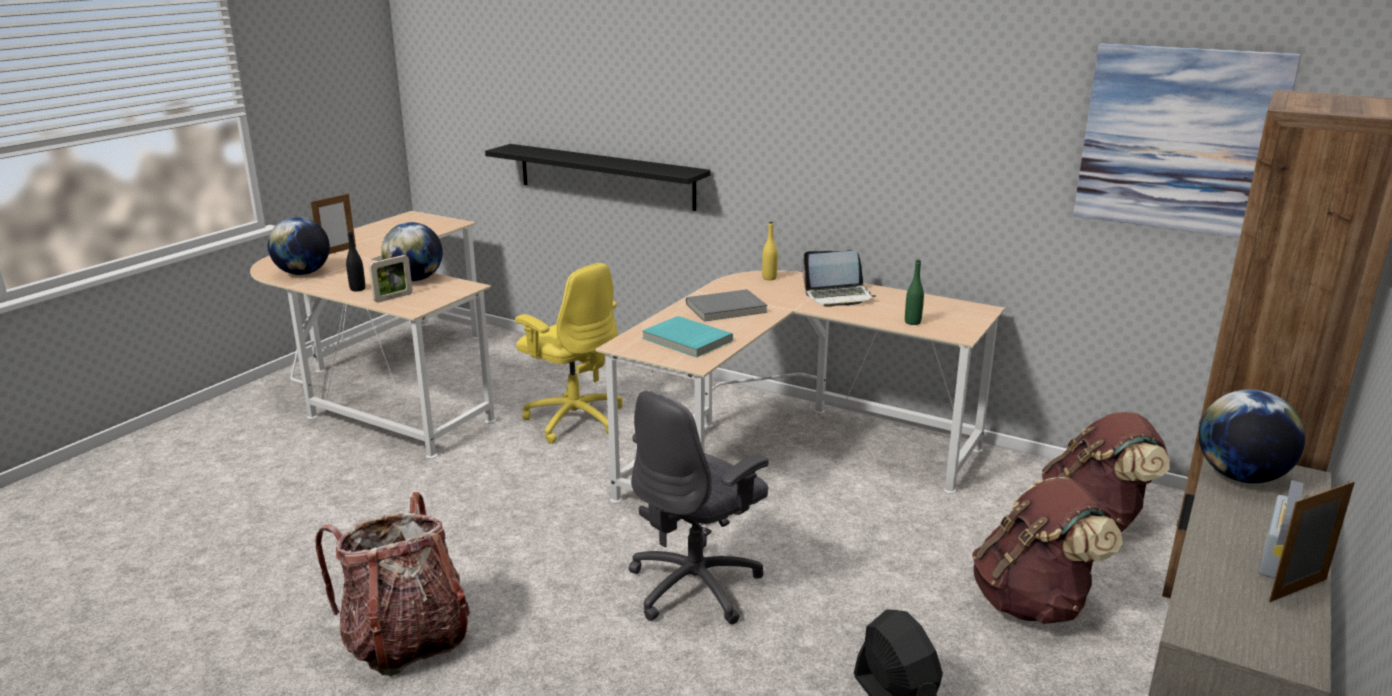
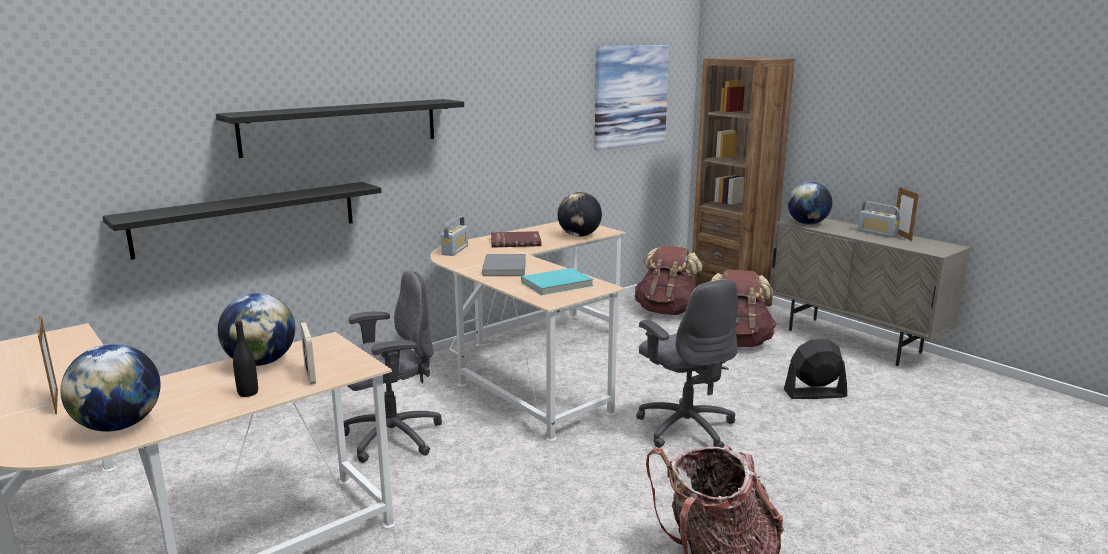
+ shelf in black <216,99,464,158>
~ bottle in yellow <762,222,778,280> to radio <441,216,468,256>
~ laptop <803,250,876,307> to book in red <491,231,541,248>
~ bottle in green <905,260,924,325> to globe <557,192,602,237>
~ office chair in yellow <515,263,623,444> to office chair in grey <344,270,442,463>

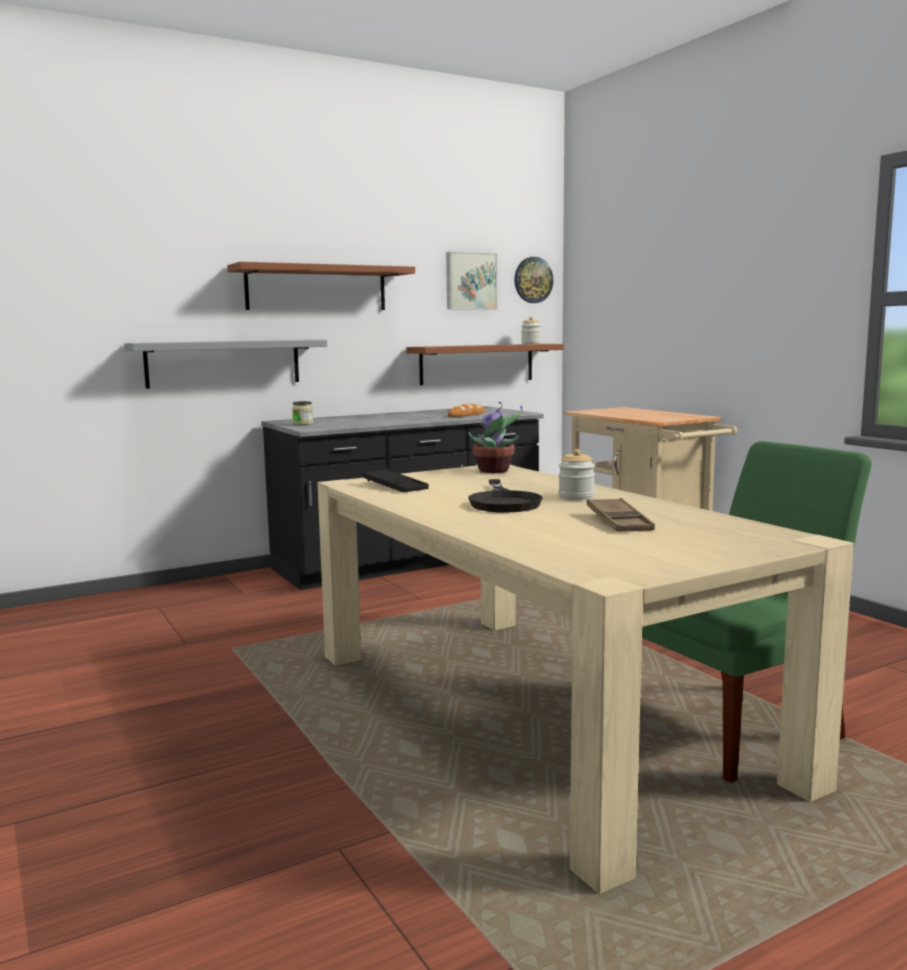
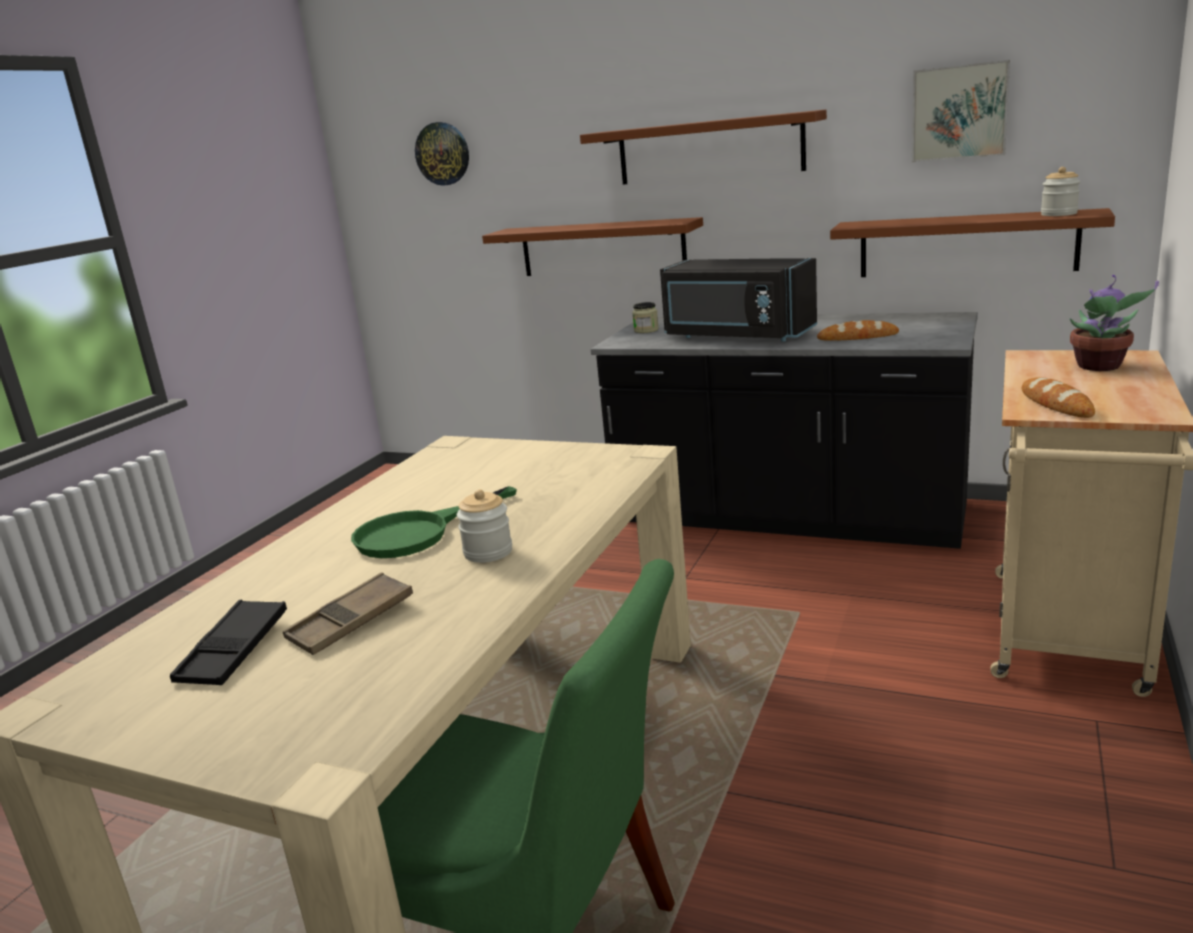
+ microwave in black <660,258,817,342>
+ bread <1022,377,1095,418>
~ tray in black <362,469,429,492> to <170,600,287,685>
~ potted plant <468,402,523,473> to <1070,275,1159,371>
~ wall clock <514,257,554,303> to <415,122,469,186>
~ shelf in grey <124,340,327,389> to shelf in brown <482,217,703,276>
~ frying pan in black <468,479,543,512> to frying pan in green <351,486,517,558>

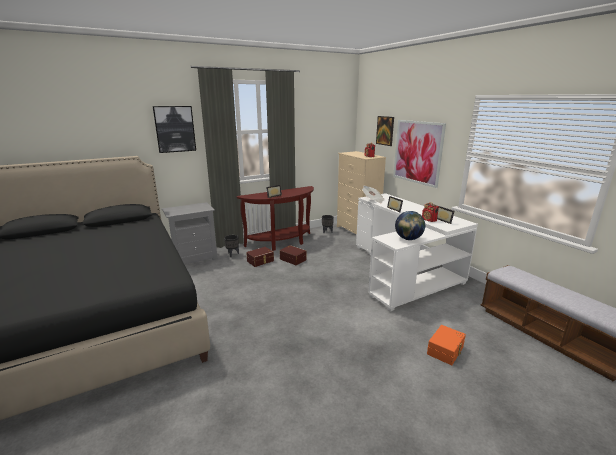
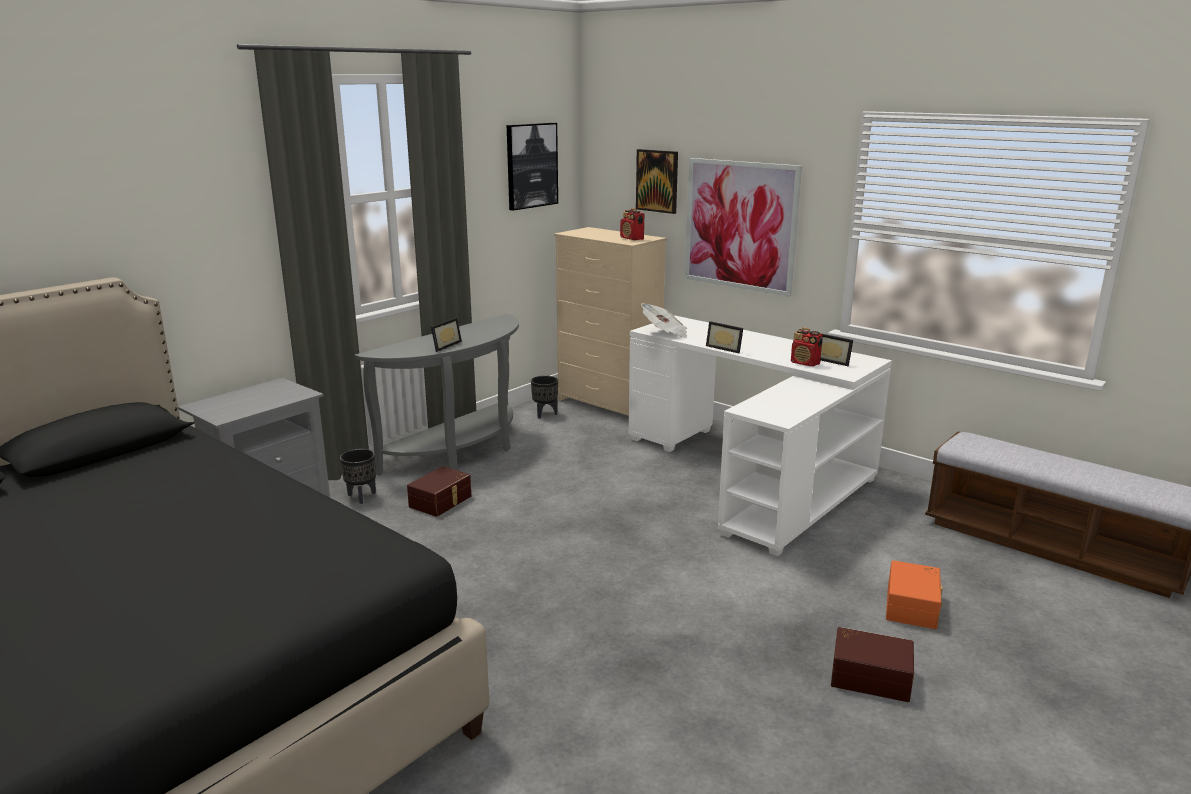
- globe <395,211,425,240>
~ picture <153,106,196,153> to <507,123,558,211>
~ storage box in brown <280,245,306,265> to <831,627,914,702>
~ console table in brown <237,186,314,251> to console table in grey <354,314,519,476>

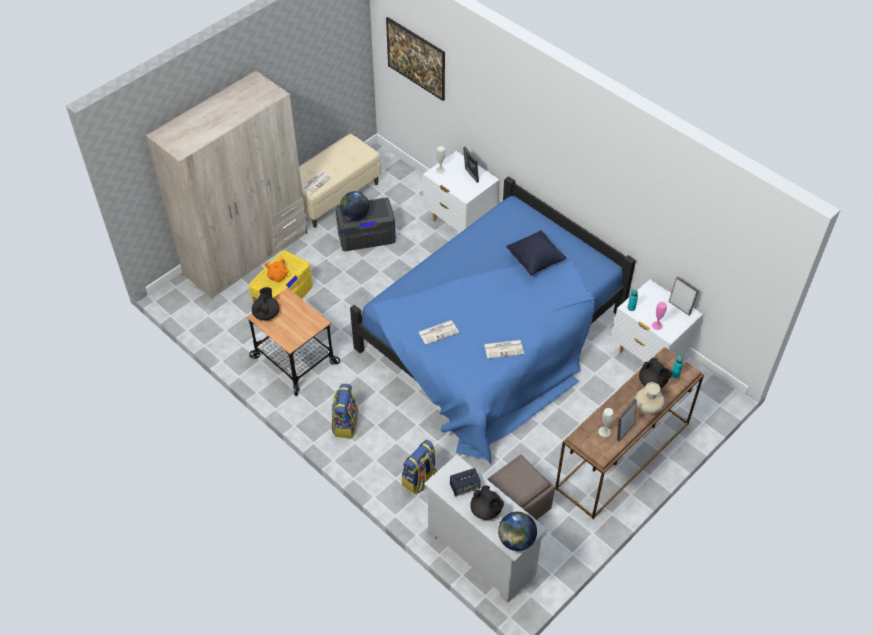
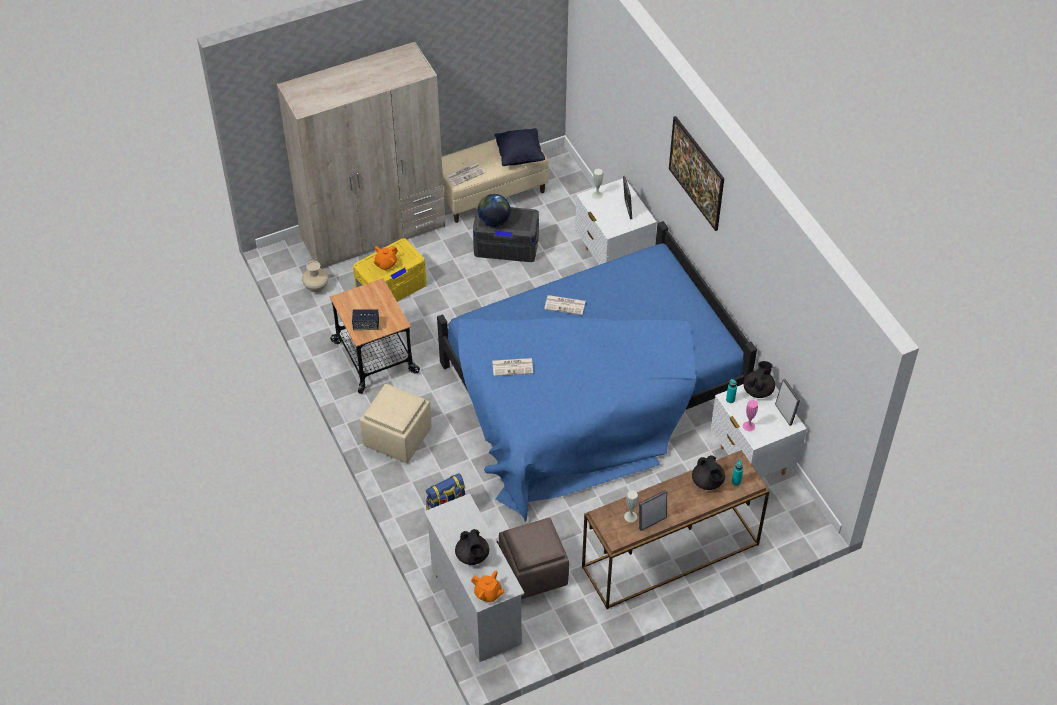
~ teapot in black <252,287,279,321> to <744,361,775,398>
~ picture <386,17,445,101> to <669,116,724,231>
~ speaker <450,468,481,496> to <352,309,379,330>
~ newspaper <484,340,524,359> to <544,295,585,315>
~ pillow in black <506,230,566,276> to <495,128,545,166>
~ vase in beige <635,382,665,415> to <302,261,329,293>
~ backpack <332,384,358,438> to ottoman in beige <360,383,431,463>
~ globe <498,512,537,551> to teapot in orange <471,571,505,603>

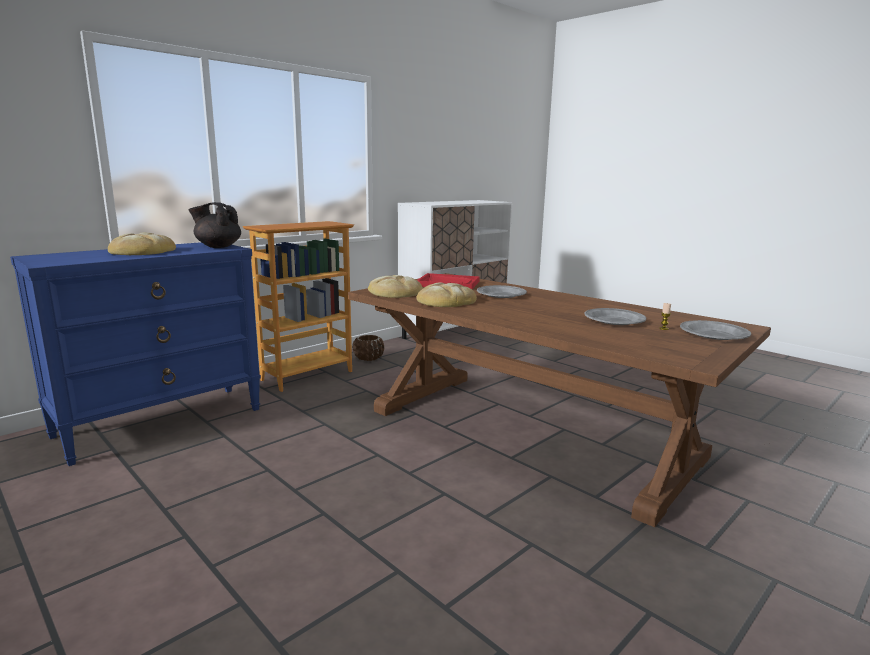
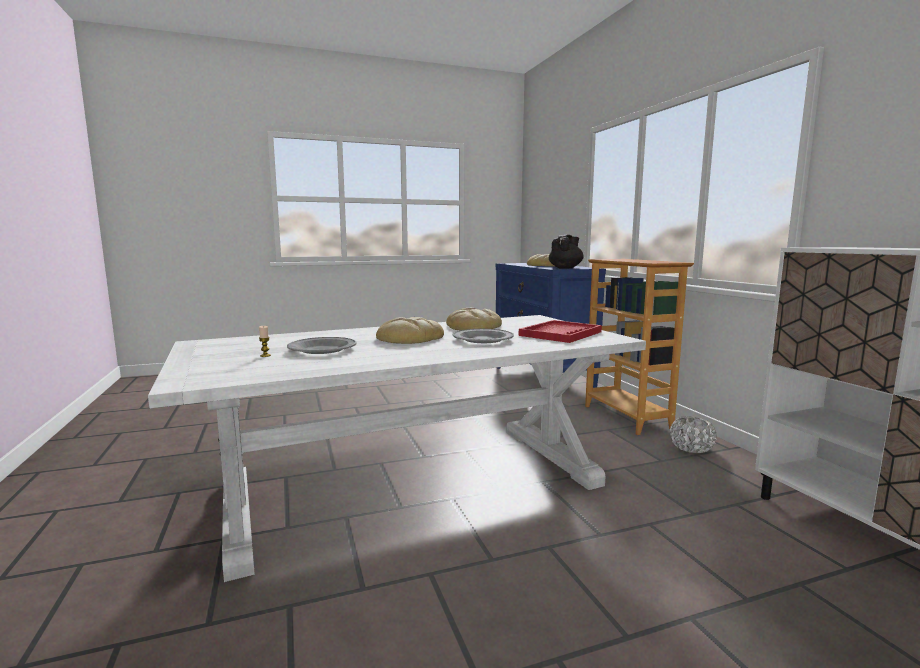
- plate in grey <680,320,751,340>
~ bread <368,275,423,298> to <376,317,444,344>
~ dining table in brown <348,273,771,527> to dining table in white <148,315,646,582>
~ planter in brown <352,335,385,361> to planter in white <670,417,717,453>

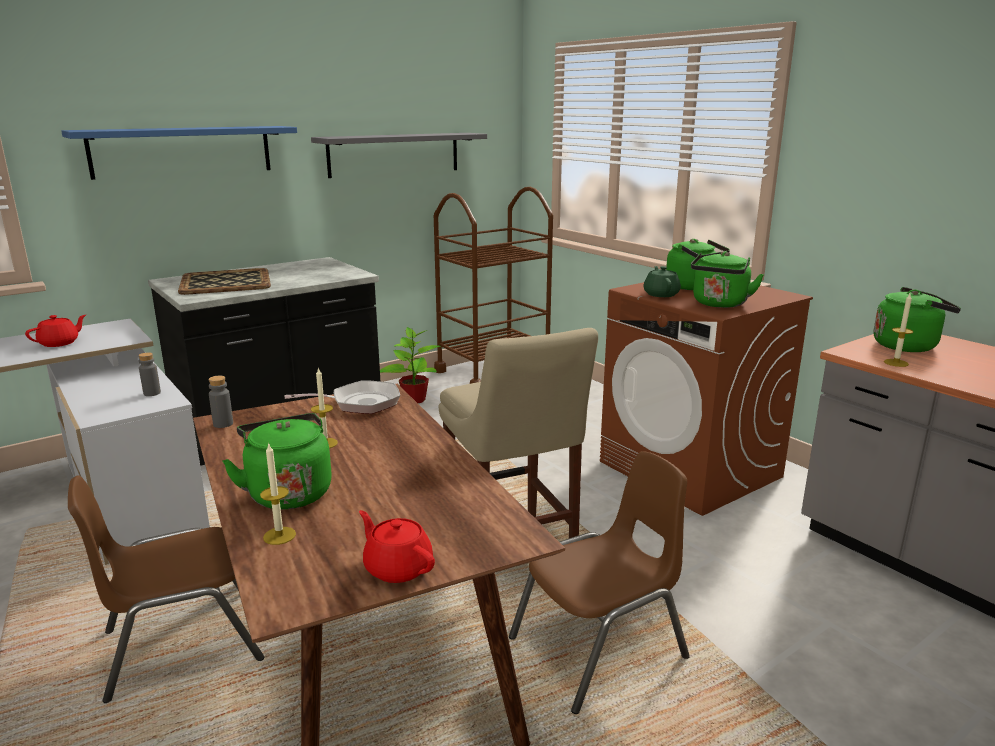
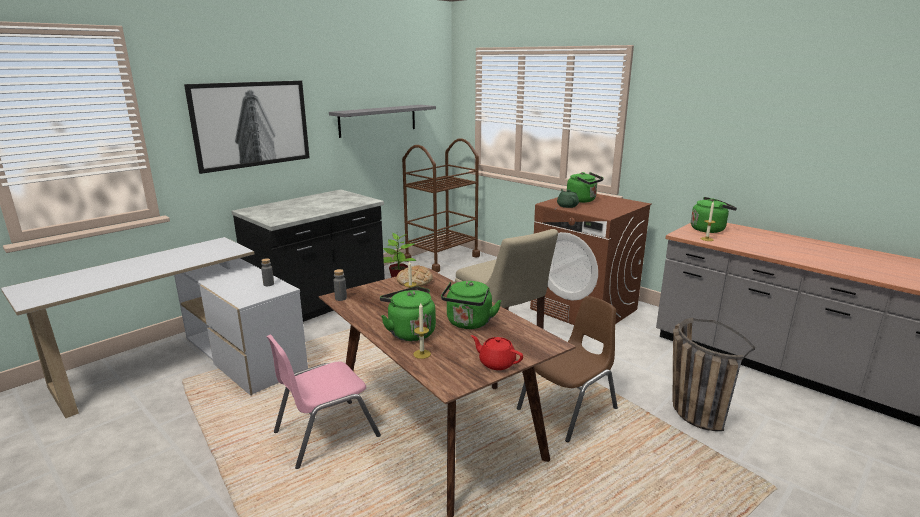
- teapot in red <25,315,86,347>
- tray <178,268,271,295>
+ basket <672,318,755,431>
~ kettle in green <691,251,764,308> to <441,281,501,329>
~ shelf in blue <61,126,297,180> to picture <184,81,310,174>
~ frying pan <284,380,400,414> to bread <397,265,433,287>
~ chair in brown <68,475,264,703> to chair in pink <267,334,381,469>

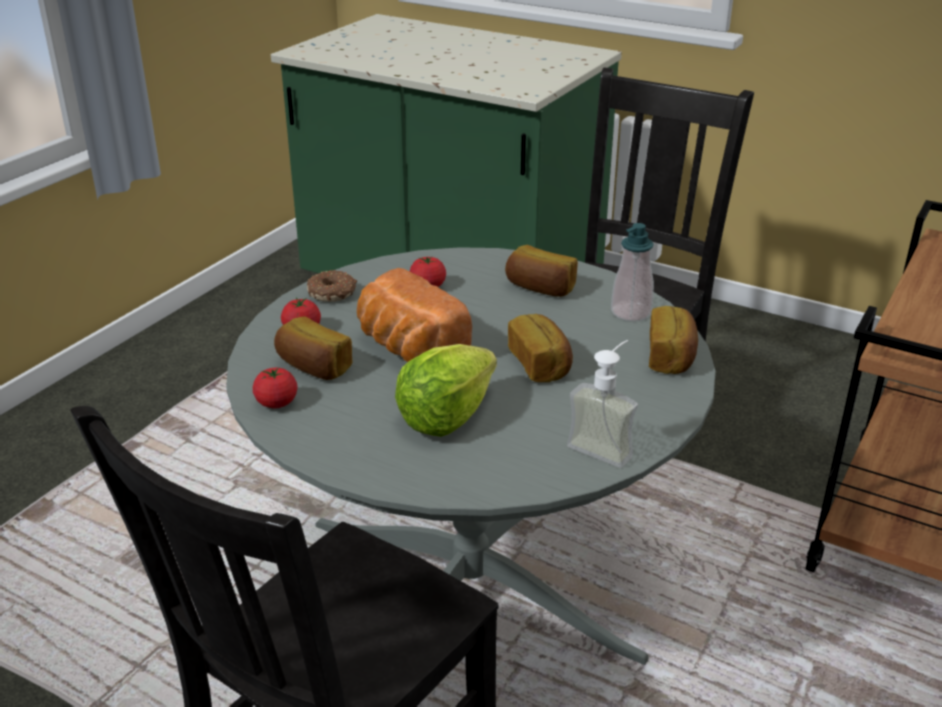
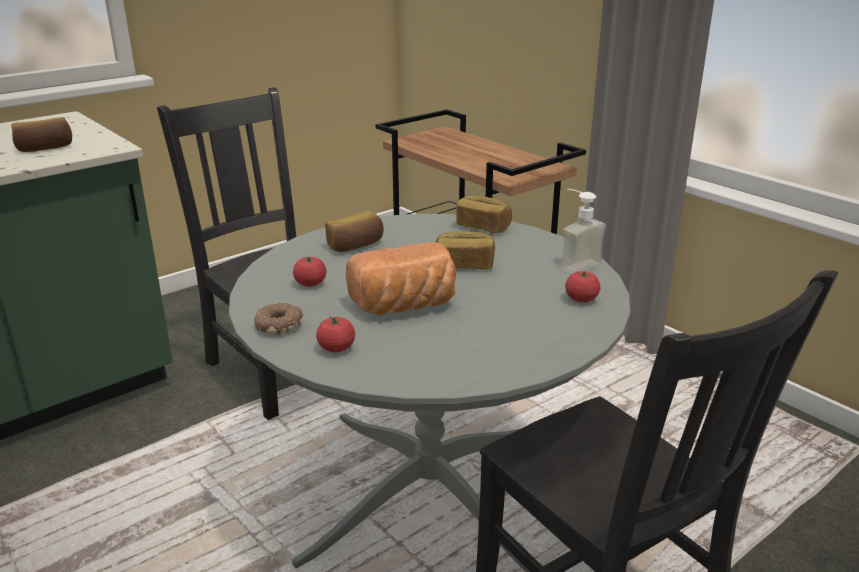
- lettuce <395,344,497,437>
- soap dispenser <611,223,654,322>
~ tomato <253,368,298,408> to <565,271,600,303>
~ bread <274,316,353,380> to <11,117,72,152>

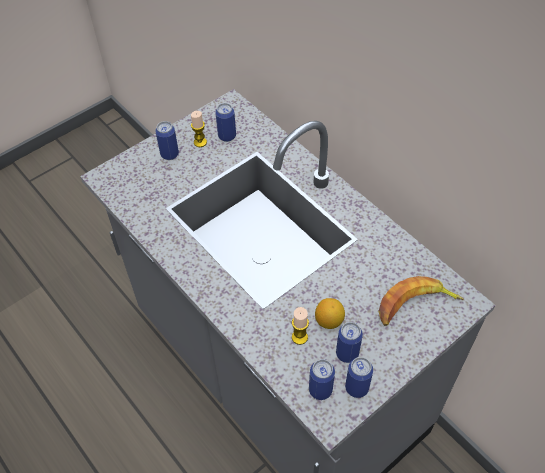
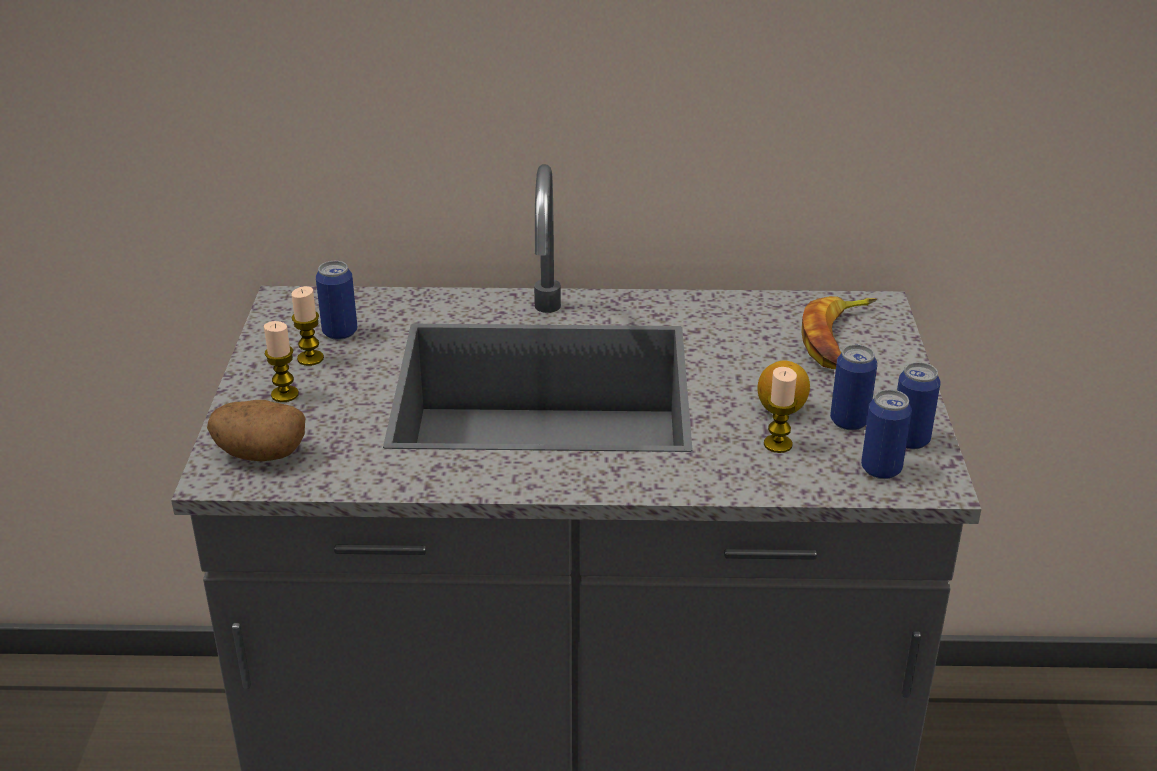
+ potato <207,400,305,461>
~ can <155,121,179,160> to candle <264,321,299,402>

